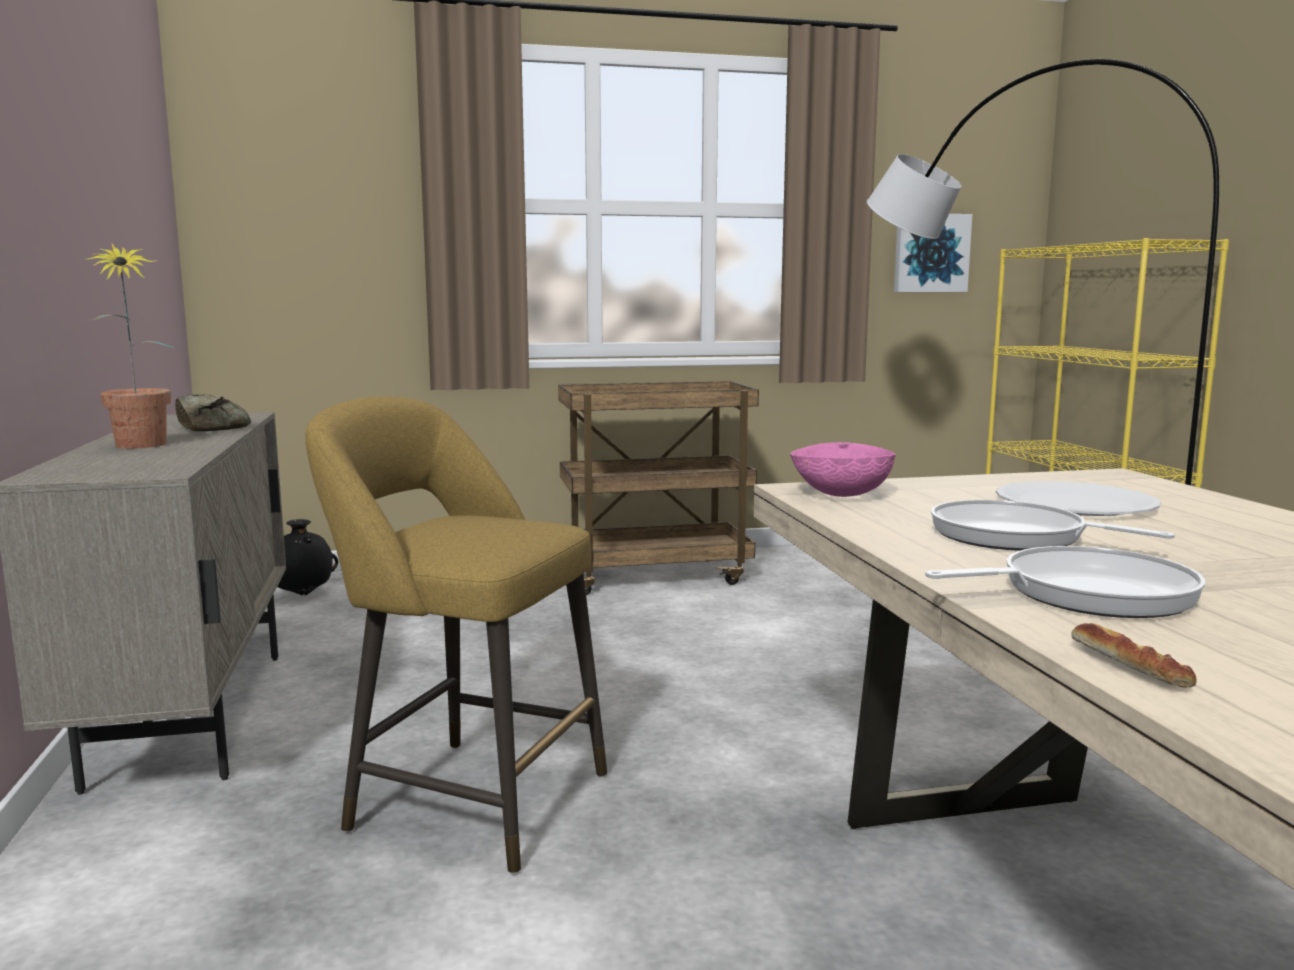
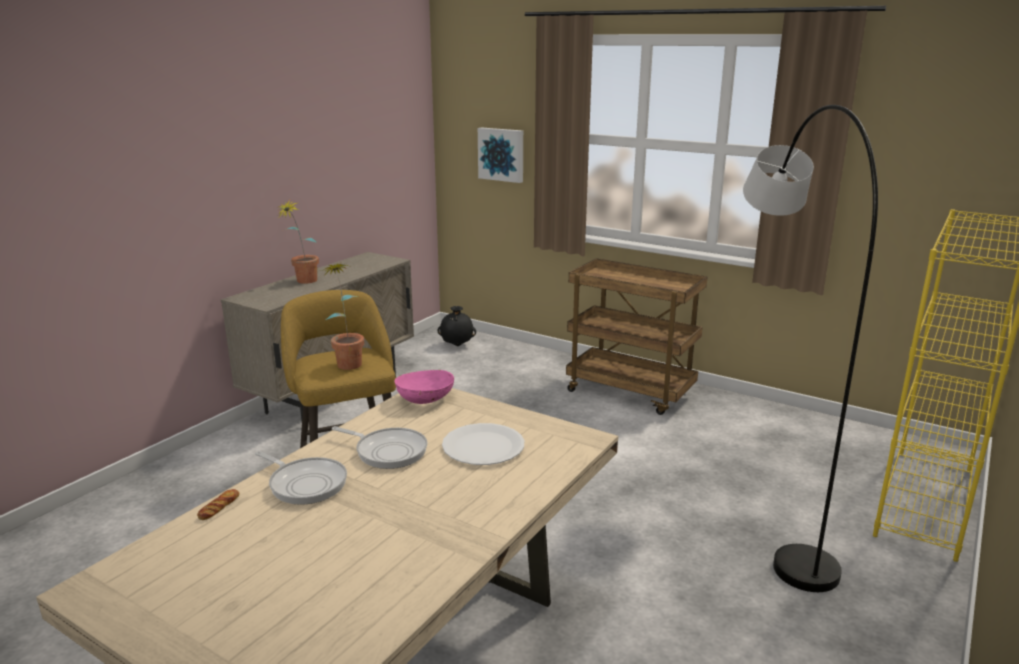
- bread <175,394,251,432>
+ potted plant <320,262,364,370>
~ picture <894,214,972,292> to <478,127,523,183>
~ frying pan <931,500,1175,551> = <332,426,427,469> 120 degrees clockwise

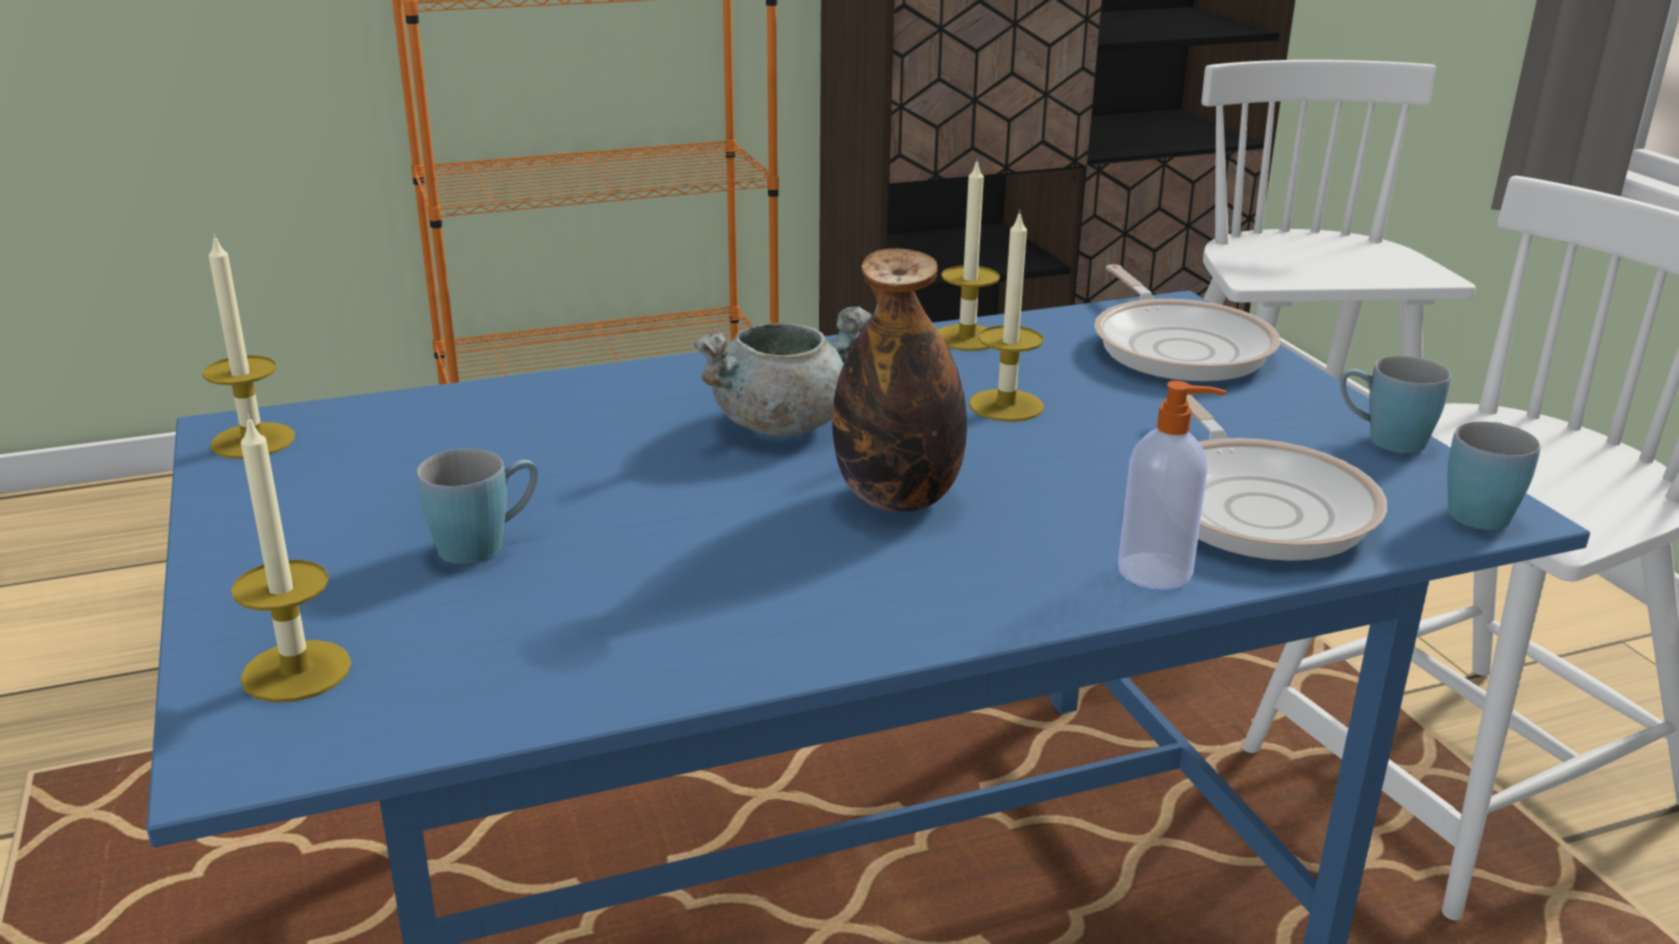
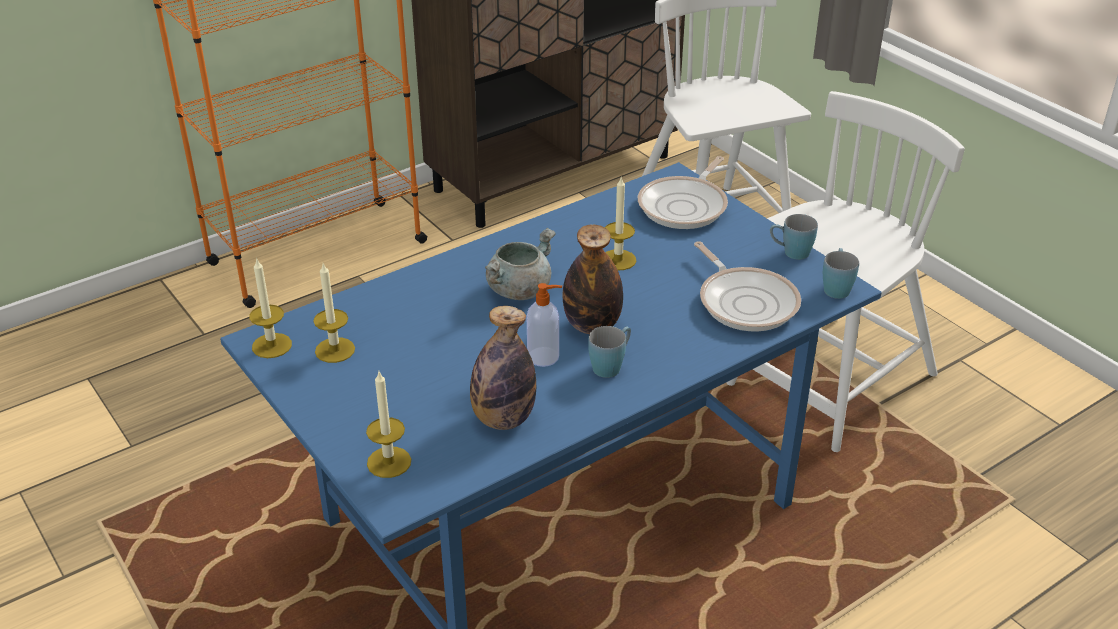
+ bottle <470,306,536,430>
~ mug in blue <417,449,538,564> to <588,326,631,378>
~ candle <938,158,1000,351> to <313,264,355,363>
~ soap dispenser <1118,381,1226,590> to <527,283,562,367>
~ frying pan <1094,264,1280,381> = <638,156,728,229> 60 degrees clockwise

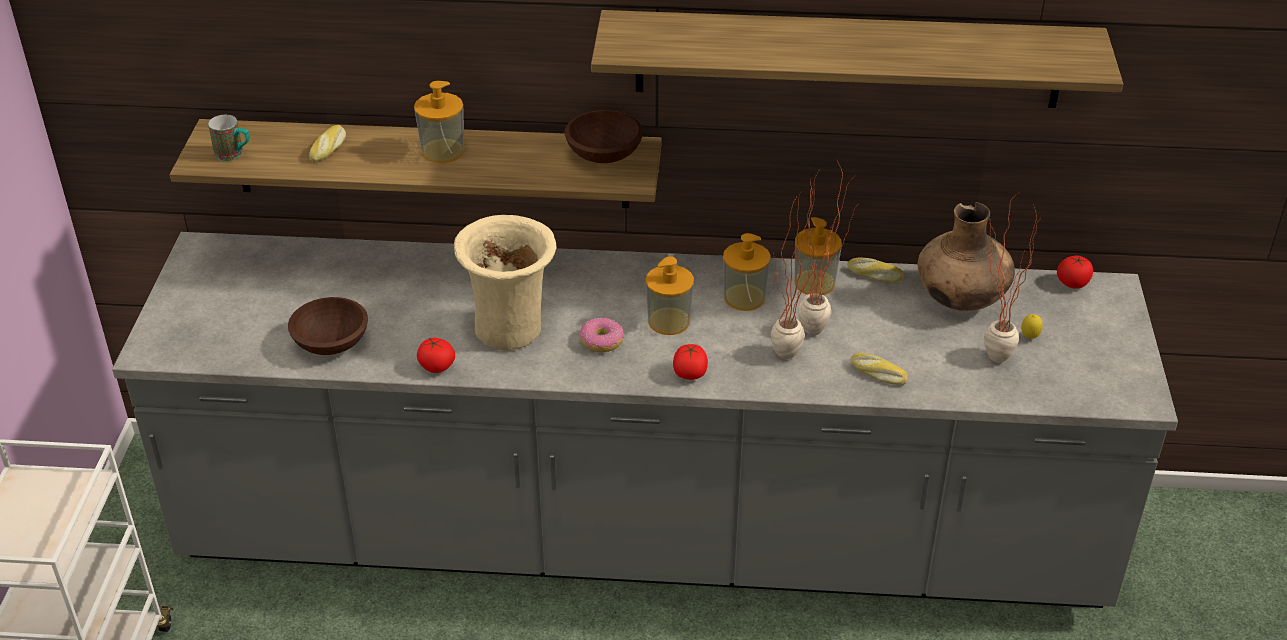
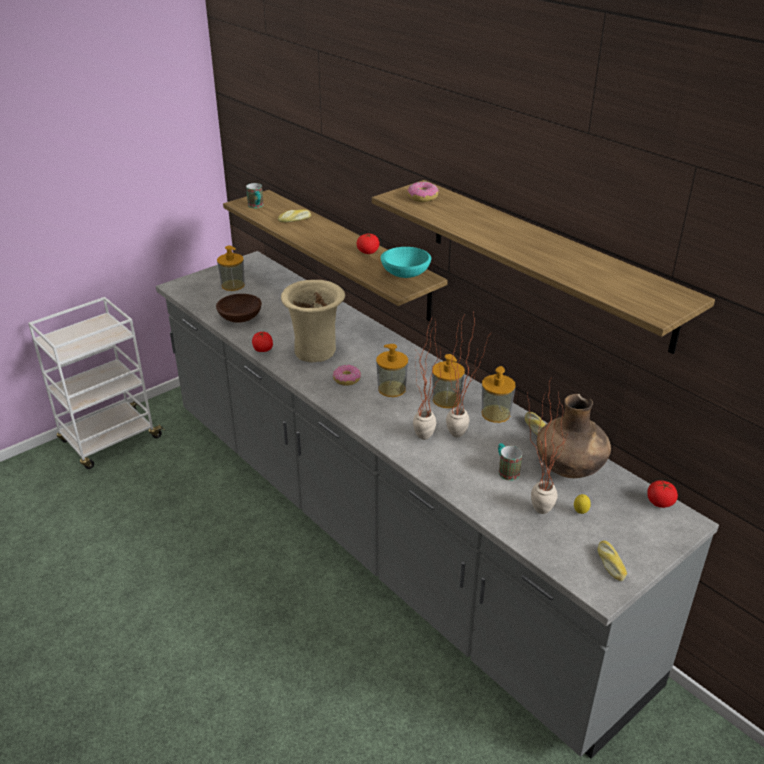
+ donut <407,182,439,202>
+ mug <498,443,522,481>
~ soap dispenser <414,81,464,163> to <217,246,245,291>
~ tomato <673,344,708,380> to <357,234,380,254>
~ bread <850,353,908,385> to <598,540,627,581>
~ bowl in brown <565,110,643,163> to bowl in turquoise <381,247,431,278>

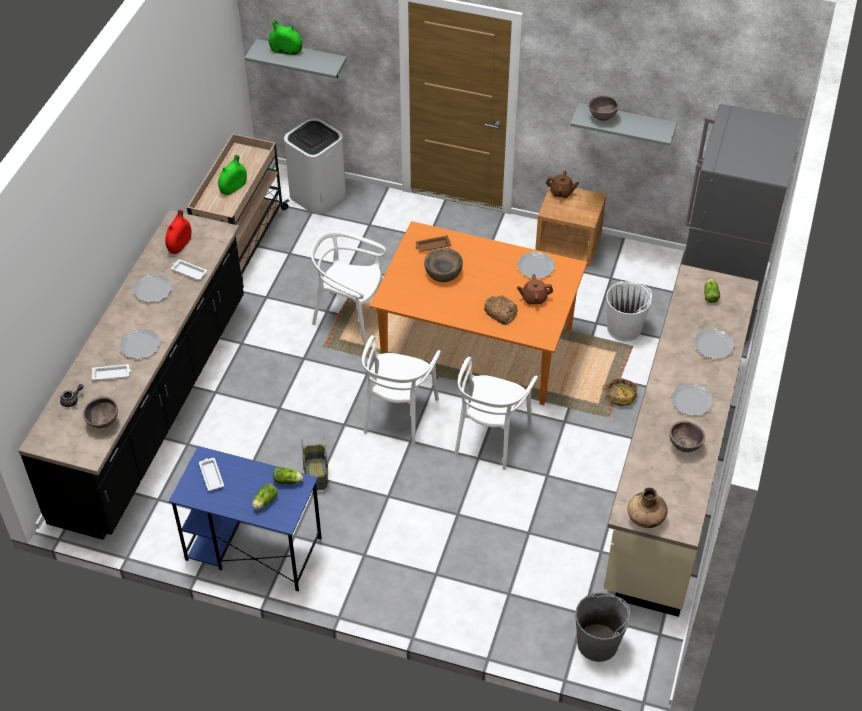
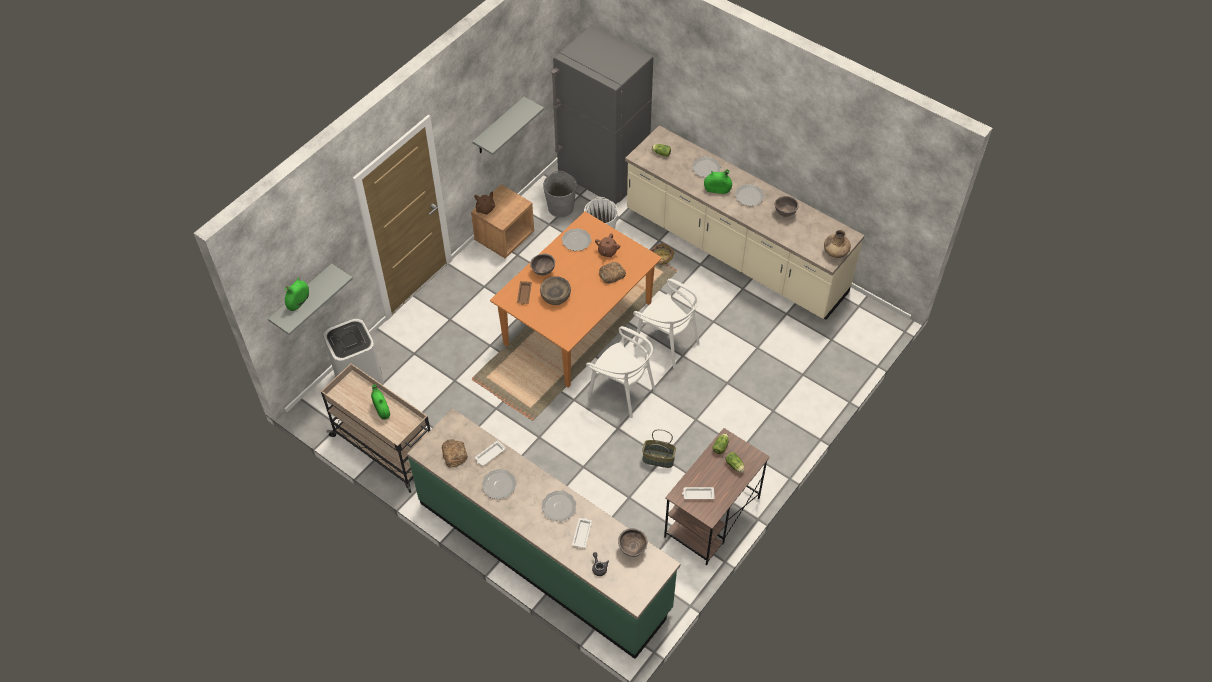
- chair in white <311,231,386,343>
+ vase in green <704,169,732,194>
~ bucket in grey <575,592,630,662> to <543,171,577,217>
~ bowl in brown <588,96,619,121> to <530,254,555,276>
~ vase in red <165,210,191,254> to bread <442,439,468,468>
~ counter in black <18,210,244,540> to counter in green <407,408,681,659>
~ desk in blue <169,446,322,592> to desk in brown <664,428,770,566>

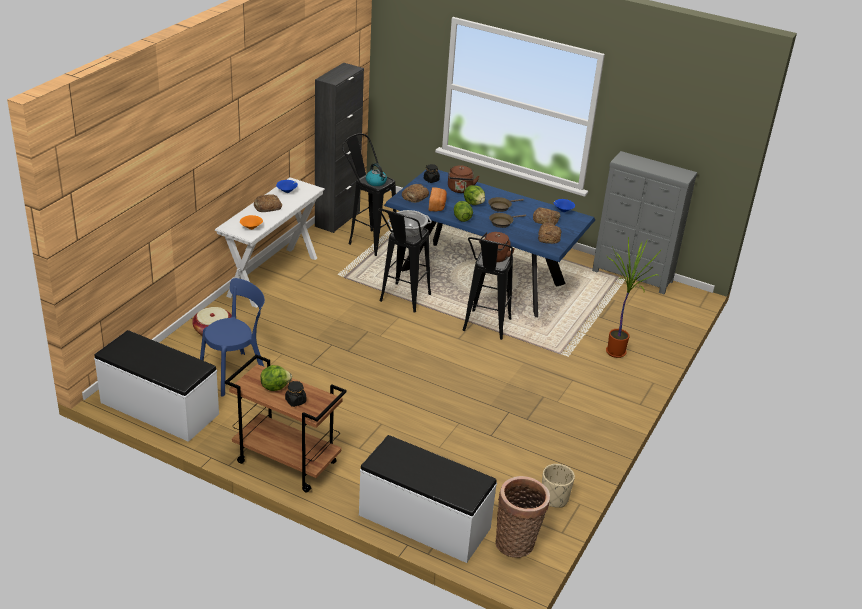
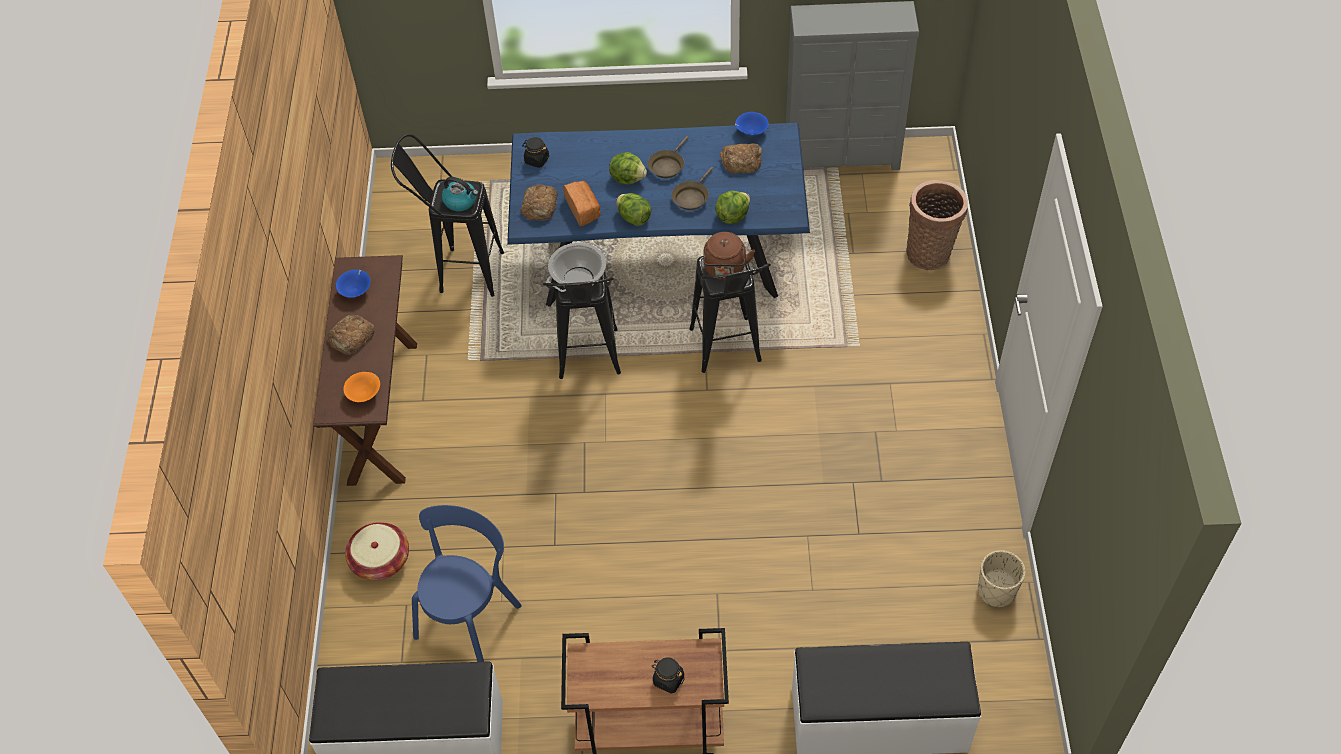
- cabinet in black <315,63,364,233>
- kettle in brown <448,166,479,193>
- bread <538,222,561,244>
- potted plant <606,237,661,358>
~ lettuce <260,365,292,391> to <715,191,750,224>
~ basket <496,476,550,558> to <907,180,968,270>
~ console table in white <215,177,325,308> to console table in brown <313,255,417,486>

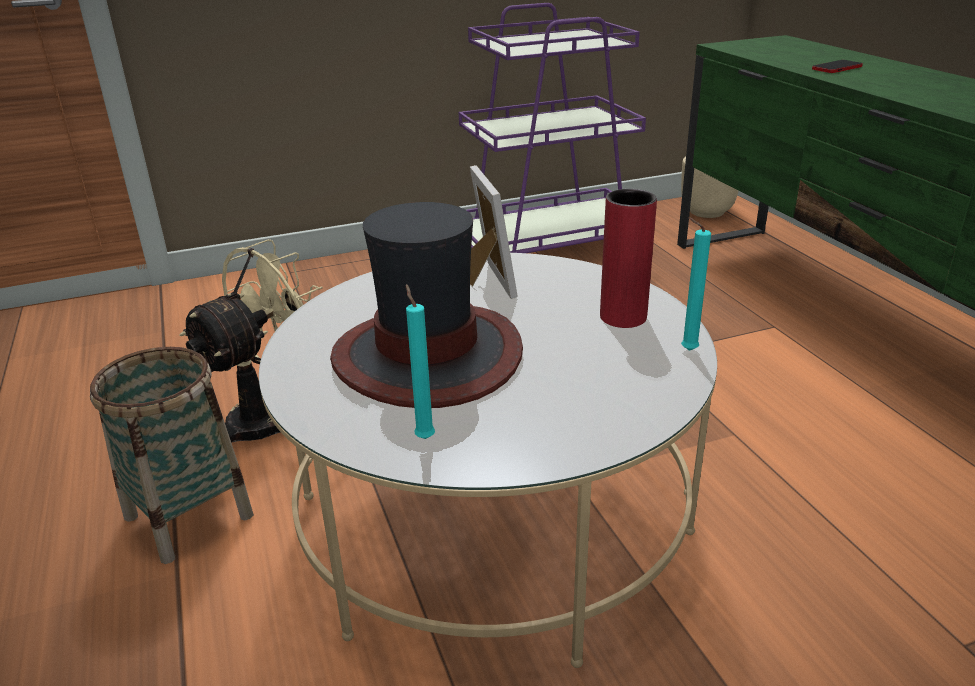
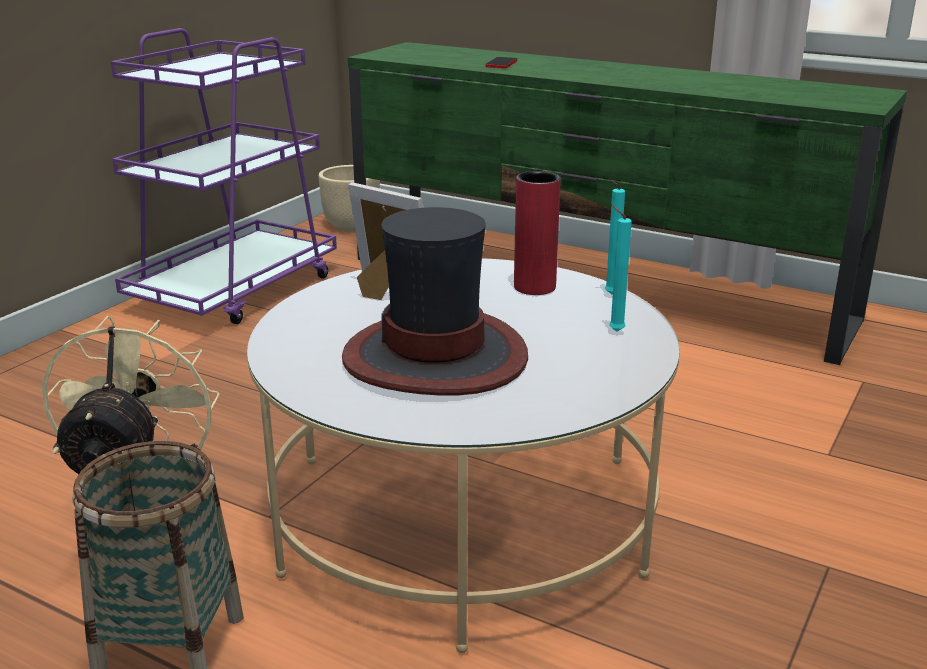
~ candle in turquoise <406,284,435,439> to <609,205,632,332>

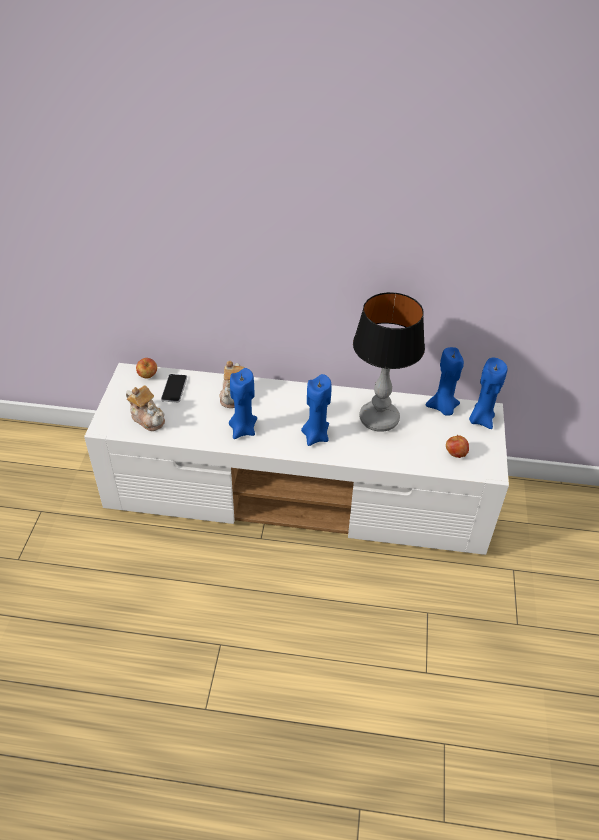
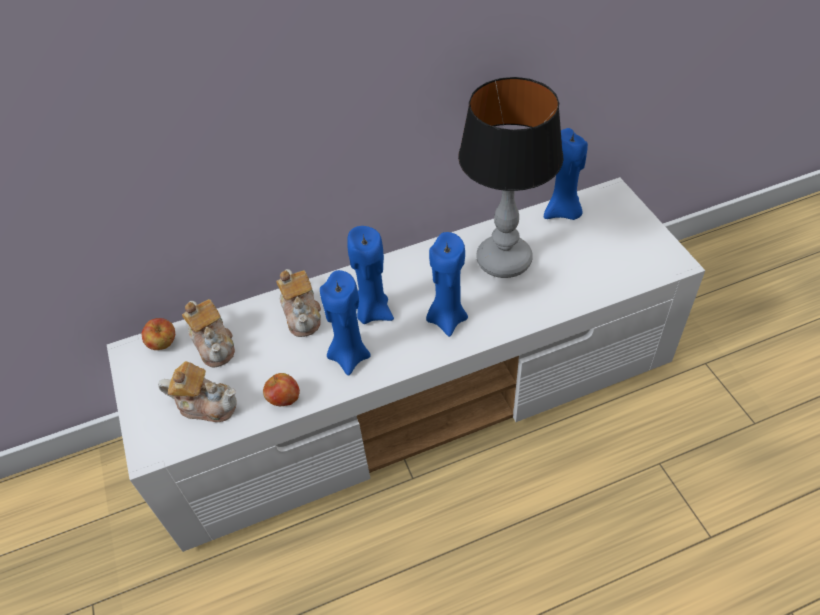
~ apple <446,435,469,458> to <263,373,300,406>
~ candle in blue <469,358,508,429> to <347,226,394,324>
~ phone <161,374,187,403> to teapot <182,299,235,368>

